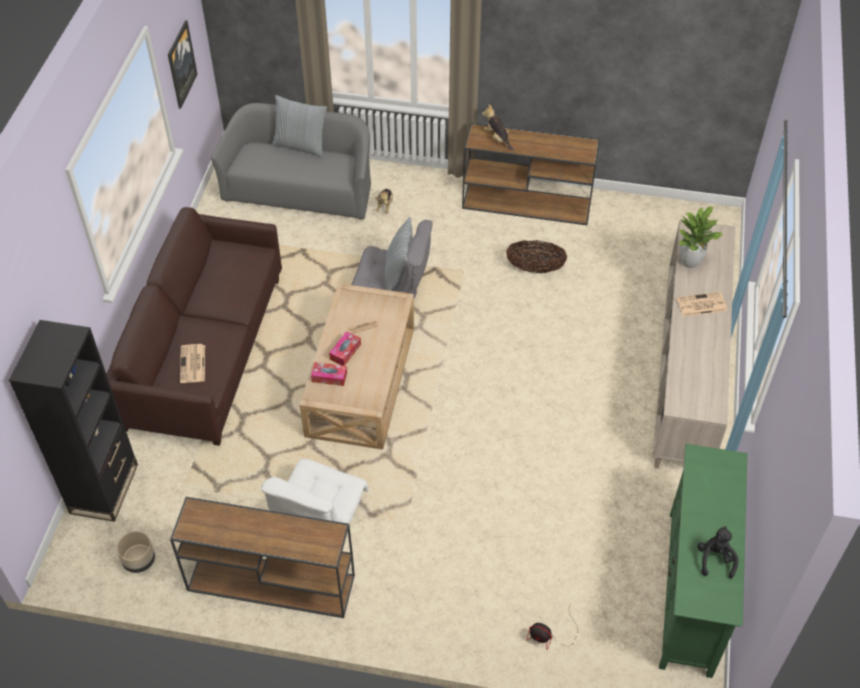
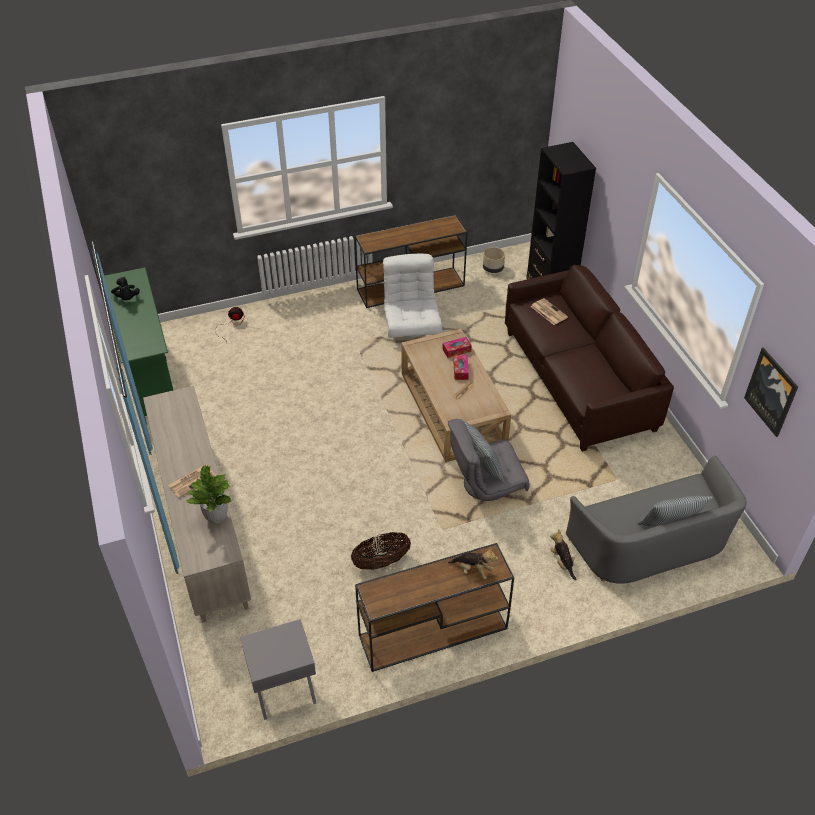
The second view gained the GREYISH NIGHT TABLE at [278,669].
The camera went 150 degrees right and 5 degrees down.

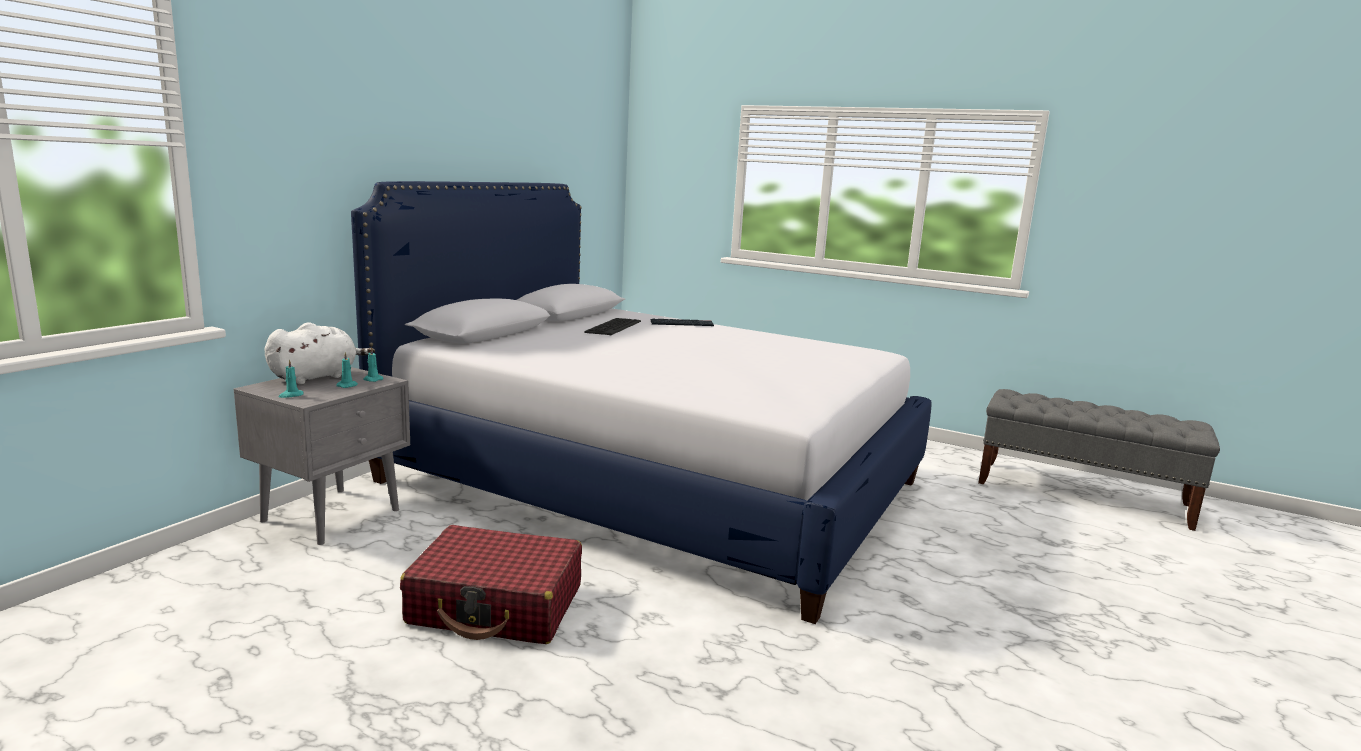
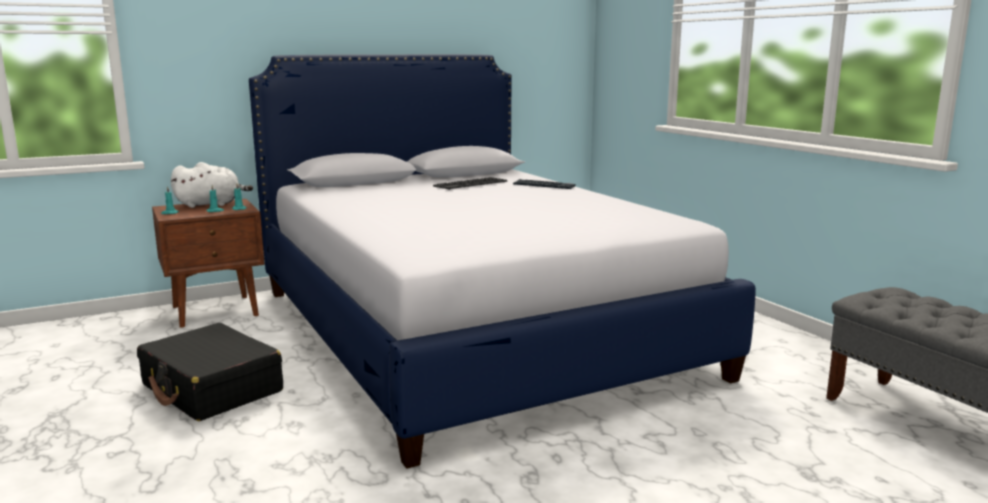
What was the GREYISH NIGHT TABLE at [322,456] turned into the BROWN-COLOURED NIGHT TABLE at [208,263].
What was the REDDISH TRAVEL CASE at [491,584] turned into the BLACK TRAVEL CASE at [210,372].
The camera went 35 degrees right and 0 degrees up.

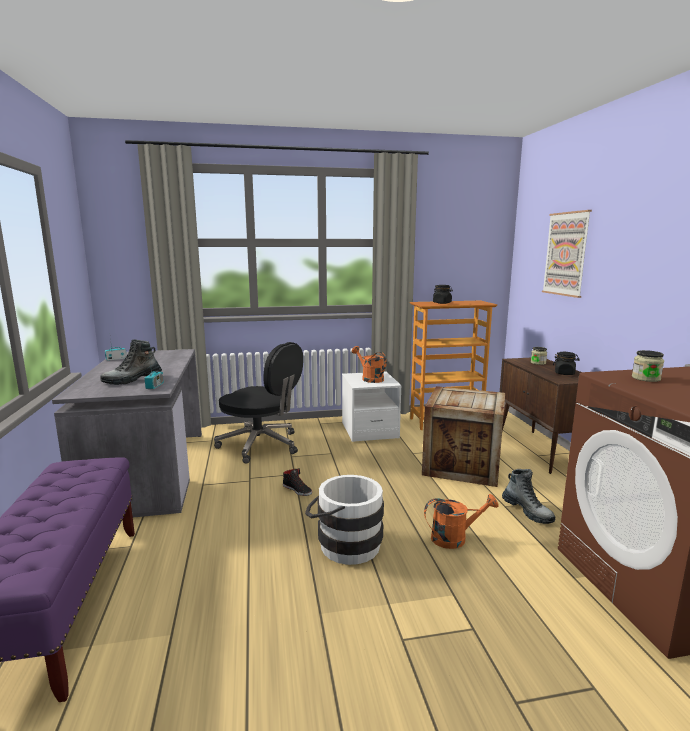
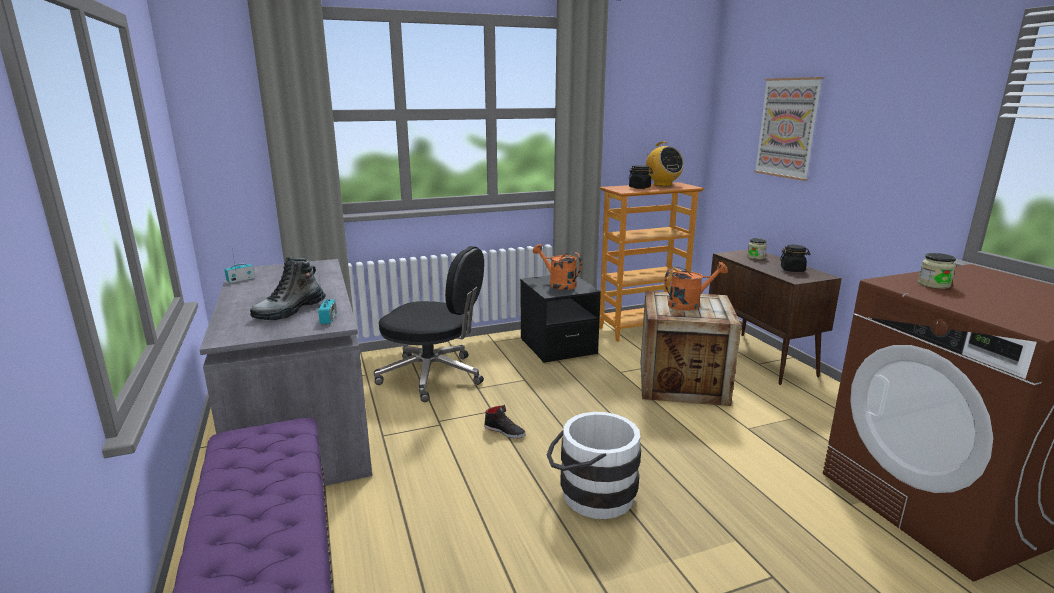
The second view lost the TALL BOOT at [528,496].
The second view gained the RADIO SET at [664,164].
The ORANGE WATERING CAN ended up elsewhere, having gone from [461,521] to [696,286].
What was the WHITE NIGHT TABLE at [372,406] turned into the BLACK NIGHT TABLE at [560,319].
The camera went 10 degrees left and 5 degrees up.

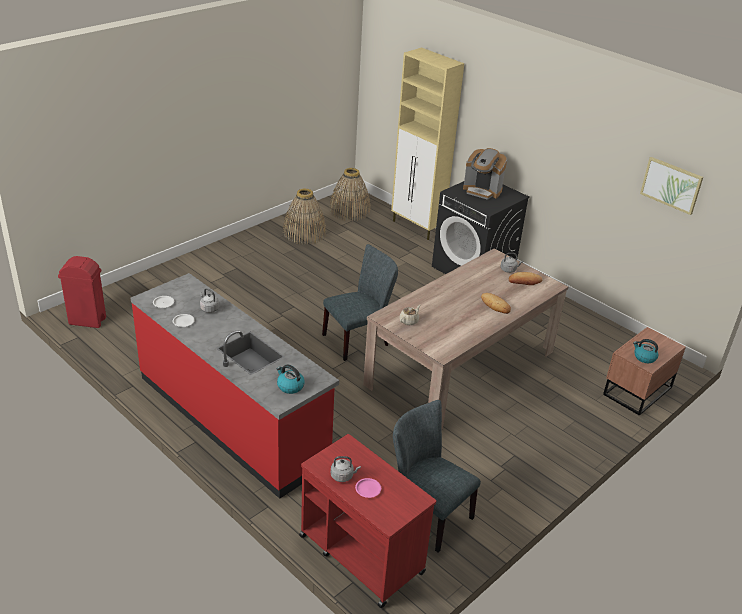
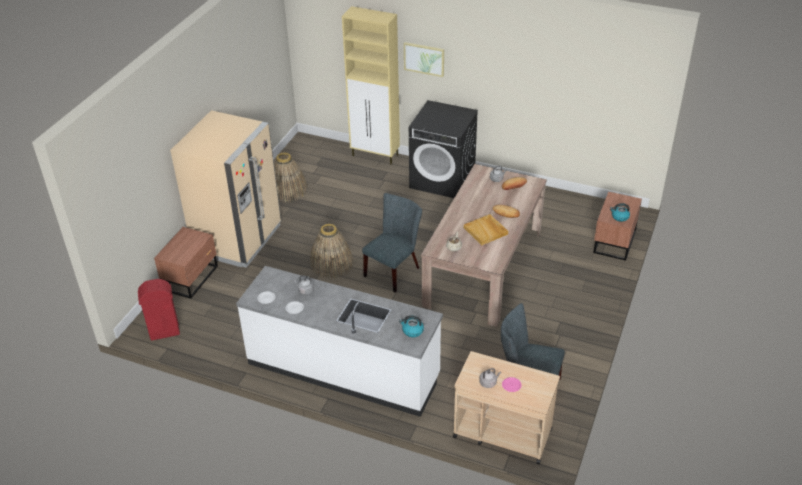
The second view lost the COFFEE MAKER at [485,174].
The second view gained the BROWN-COLOURED NIGHT TABLE at [186,262].
The second view gained the SAND-COLOURED FRIDGE at [225,189].
The second view gained the SAND-COLOURED CARRYING TRAY at [486,229].
The HOUSEHOLD BASKET ended up elsewhere, having gone from [350,194] to [331,251].
The WALL ART ended up elsewhere, having gone from [671,186] to [424,59].
What was the REDDISH KITCHEN COUNTER at [235,386] turned into the WHITE KITCHEN COUNTER at [339,341].
What was the REDDISH WHEELED CART at [367,521] turned into the SAND-COLOURED WHEELED CART at [506,407].
The camera went 20 degrees left and 5 degrees up.

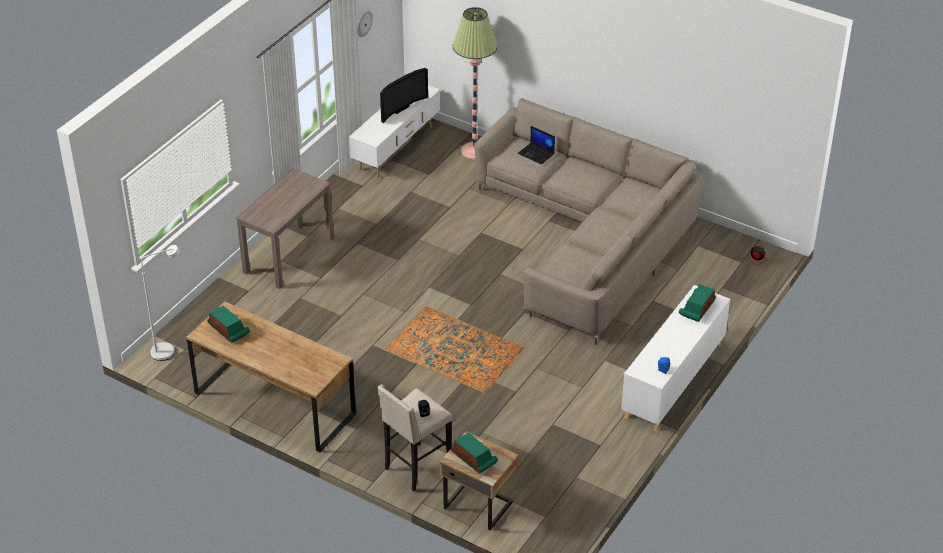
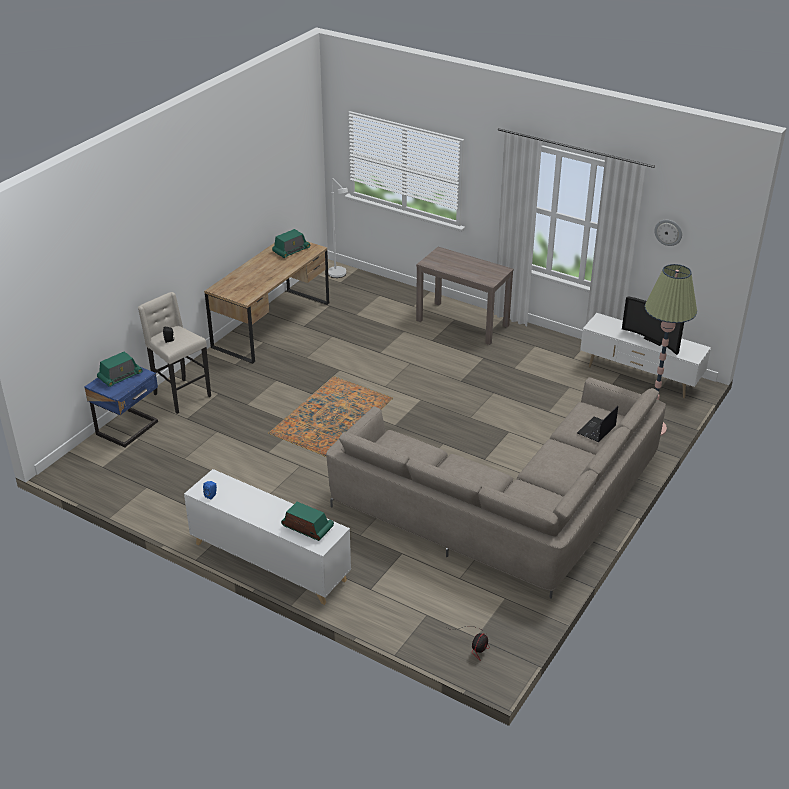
What was the SAND-COLOURED NIGHT TABLE at [479,480] turned into the BLUE-COLOURED NIGHT TABLE at [121,407].
The camera went 90 degrees right and 5 degrees down.

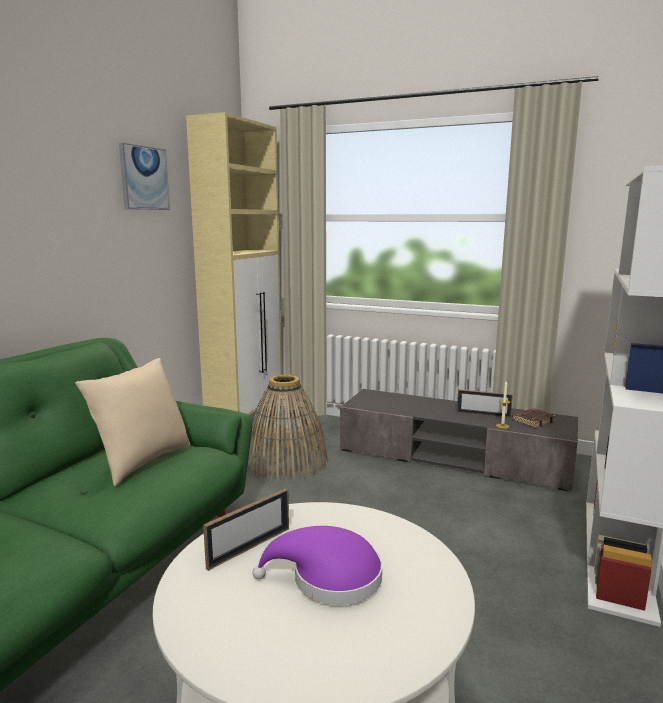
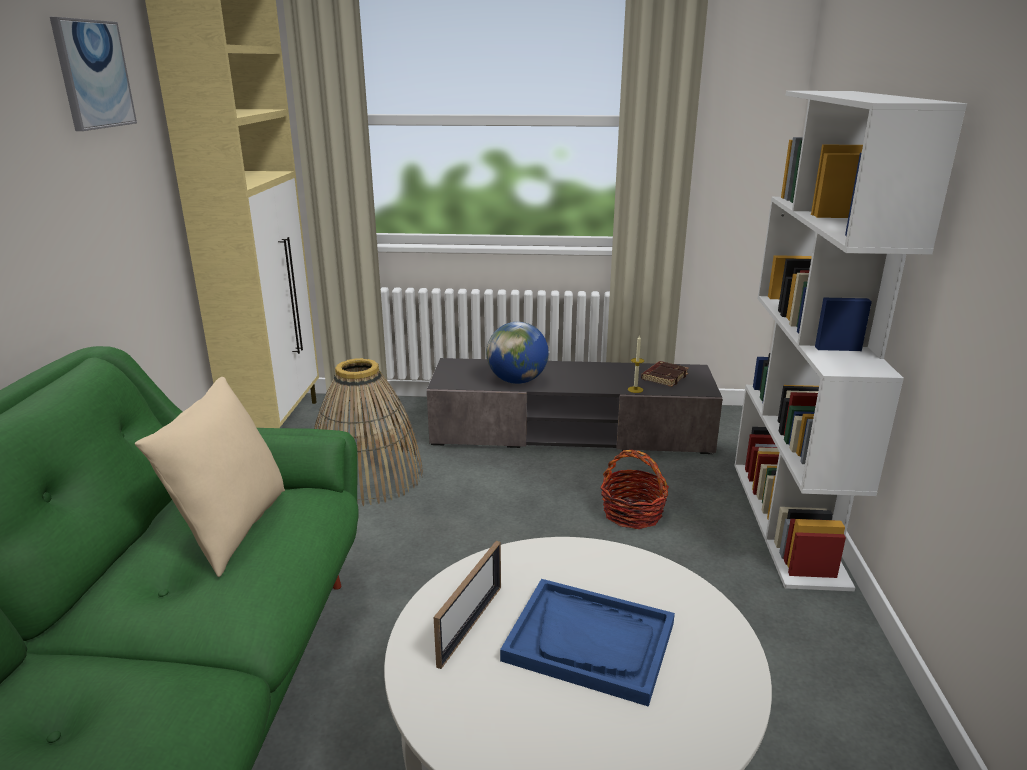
The second view lost the STANDING FRAME at [485,403].
The second view gained the GLOBE at [517,353].
The second view gained the HOUSEHOLD BASKET at [635,489].
Where the PURPLE WEARABLE HAT stood at [317,565], the BLUE-COLOURED CARRYING TRAY came to stand at [587,643].
The camera went 20 degrees left and 10 degrees up.

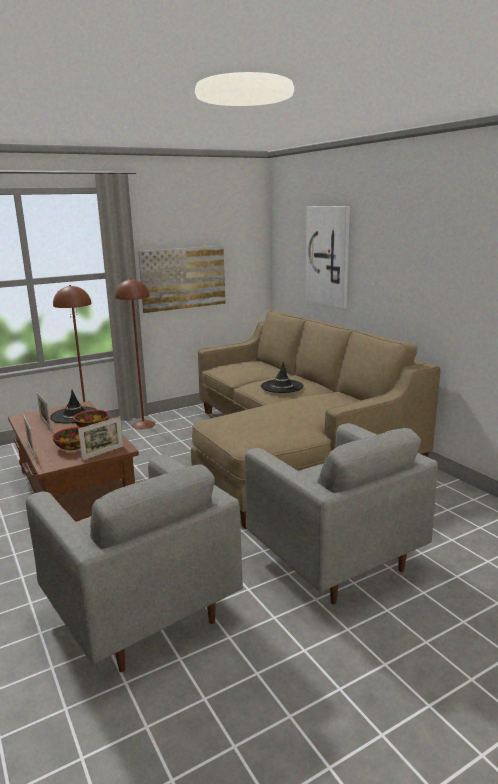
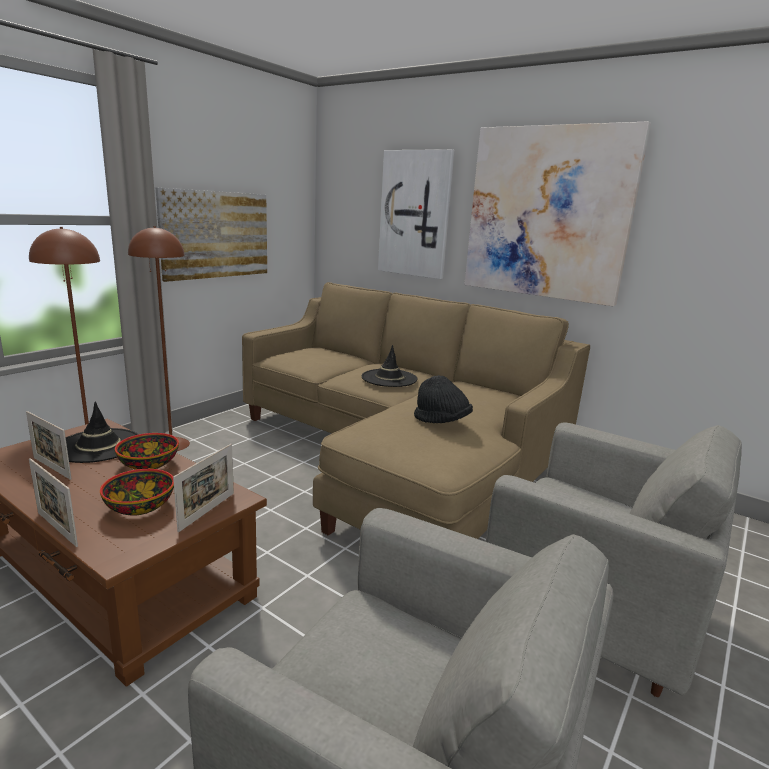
The second view gained the BLACK WEARABLE HAT at [443,399].
The second view gained the WALL ART at [557,213].
The camera went 25 degrees left and 0 degrees up.

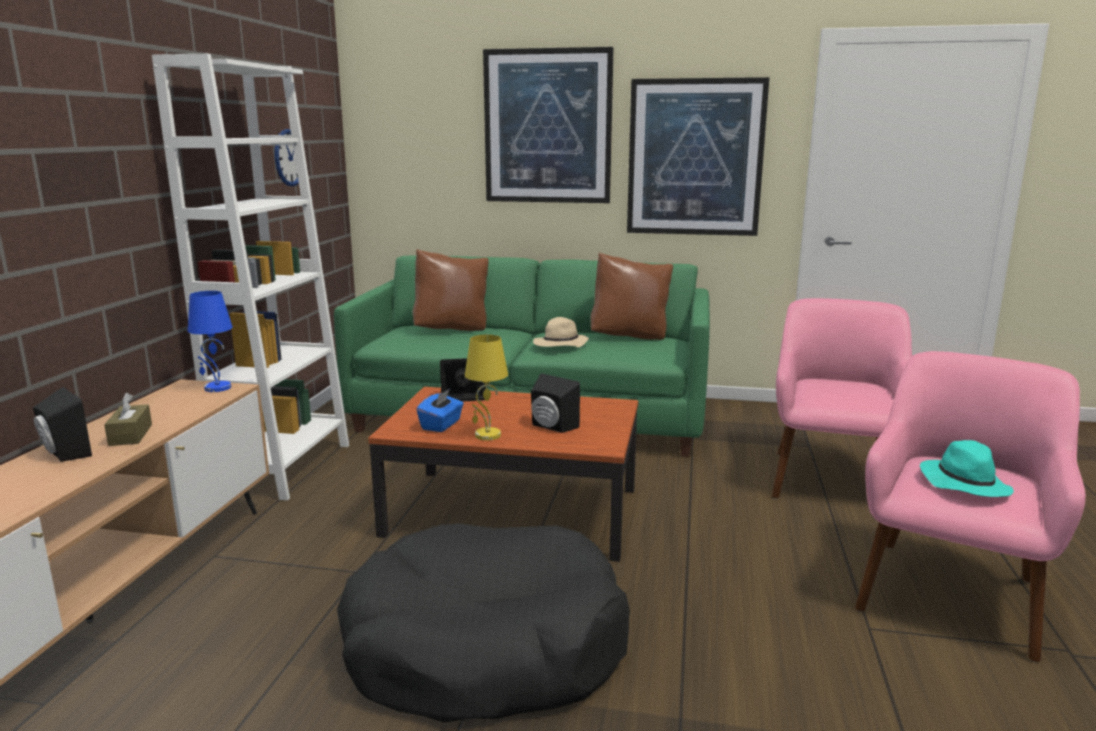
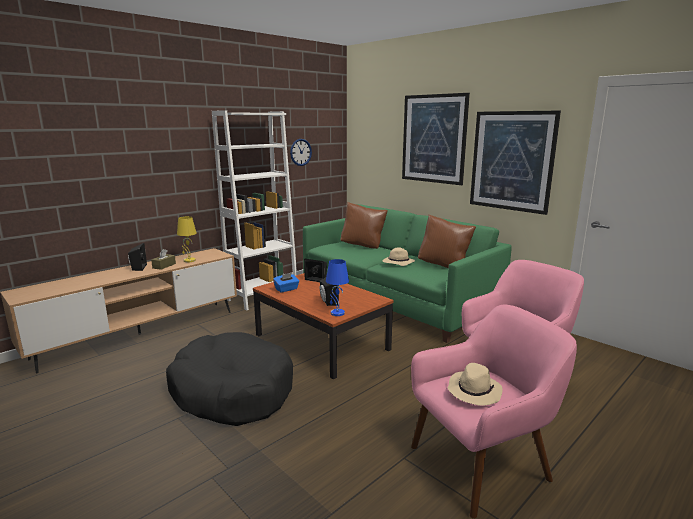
The BLUE-COLOURED TABLETOP LAMP ended up elsewhere, having gone from [210,341] to [337,287].
The YELLOWISH TABLETOP LAMP ended up elsewhere, having gone from [486,387] to [187,239].
What was the TURQUOISE-COLOURED WEARABLE HAT at [967,468] turned into the SAND-COLOURED WEARABLE HAT at [475,384].
The camera went 35 degrees right and 0 degrees up.

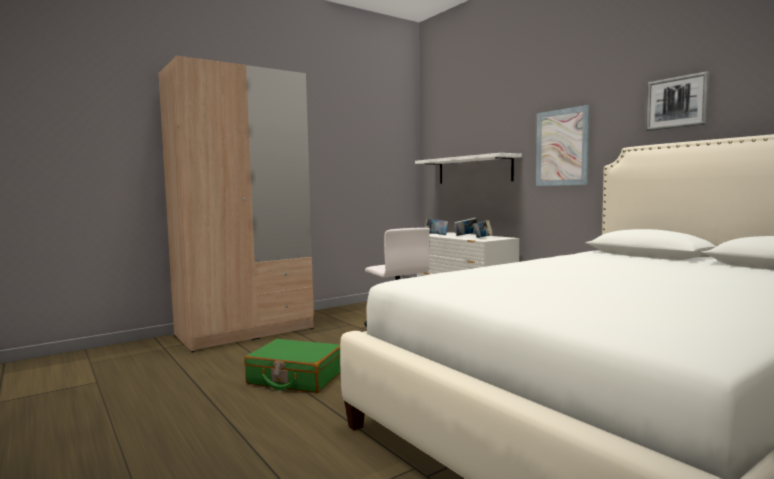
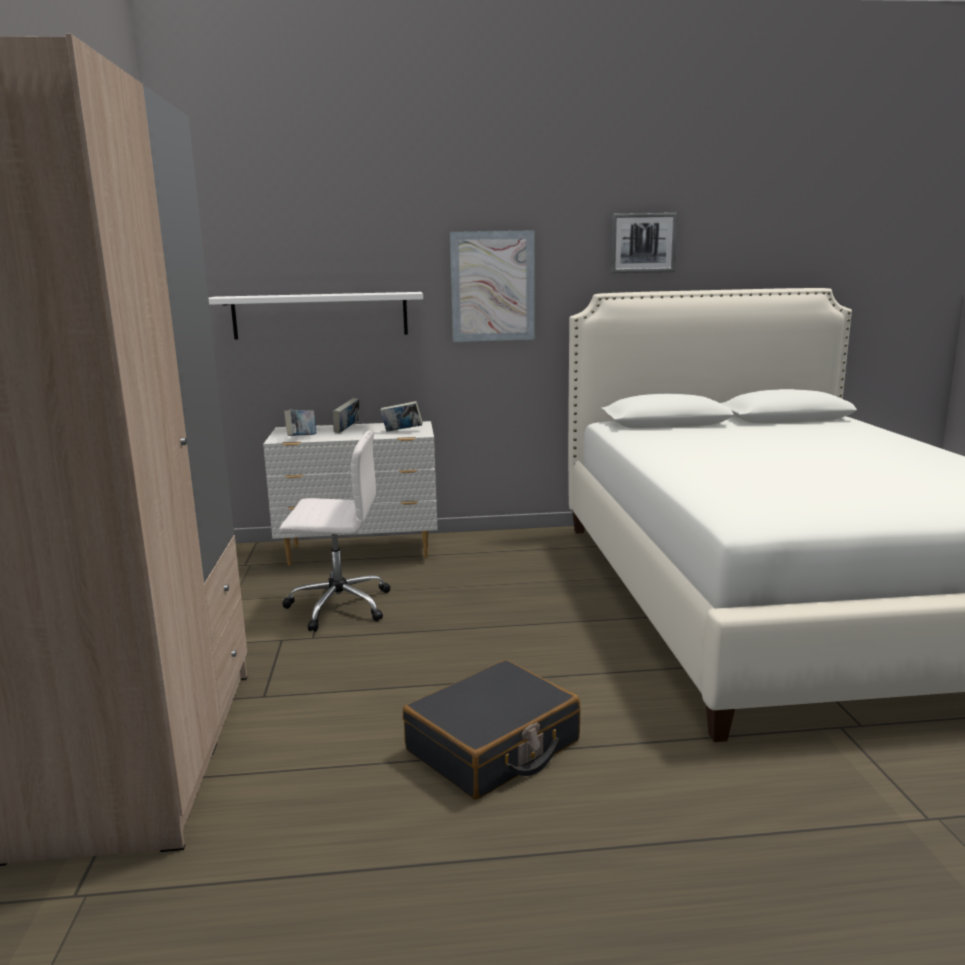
What was the GREENISH TRAVEL CASE at [292,366] turned into the BLACK TRAVEL CASE at [491,730].
The camera went 60 degrees left and 10 degrees up.

